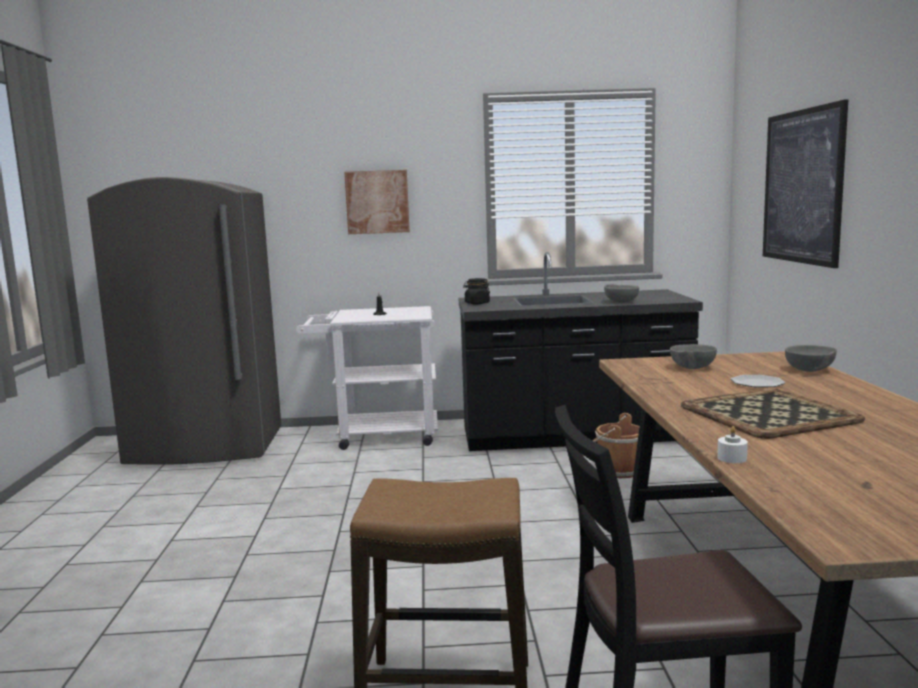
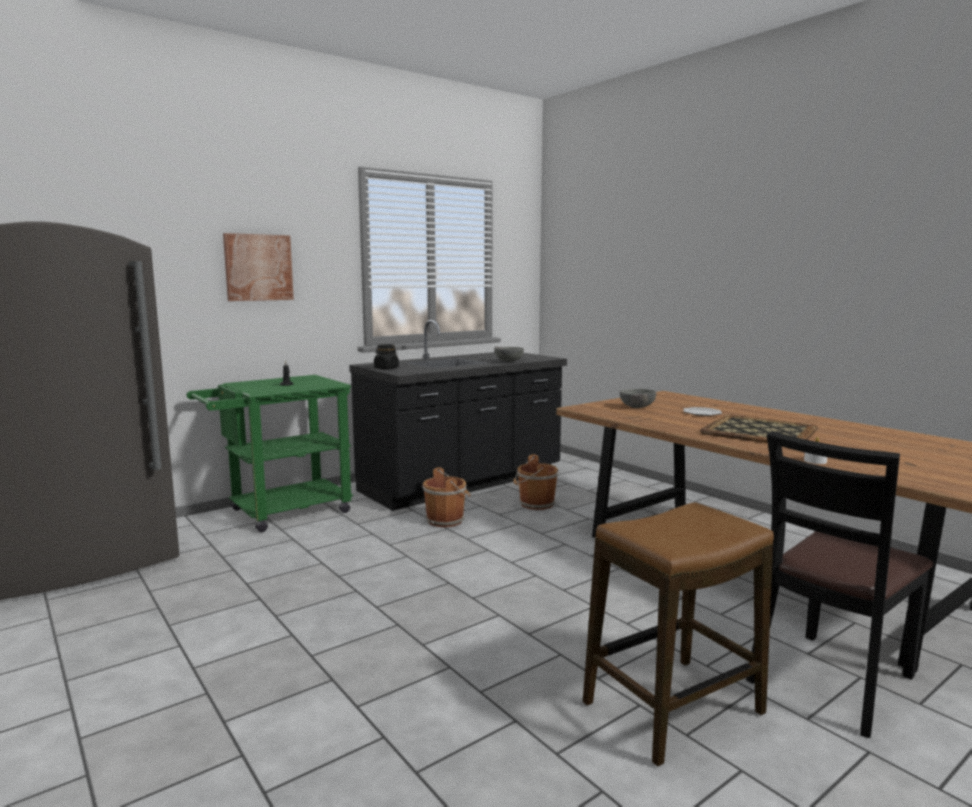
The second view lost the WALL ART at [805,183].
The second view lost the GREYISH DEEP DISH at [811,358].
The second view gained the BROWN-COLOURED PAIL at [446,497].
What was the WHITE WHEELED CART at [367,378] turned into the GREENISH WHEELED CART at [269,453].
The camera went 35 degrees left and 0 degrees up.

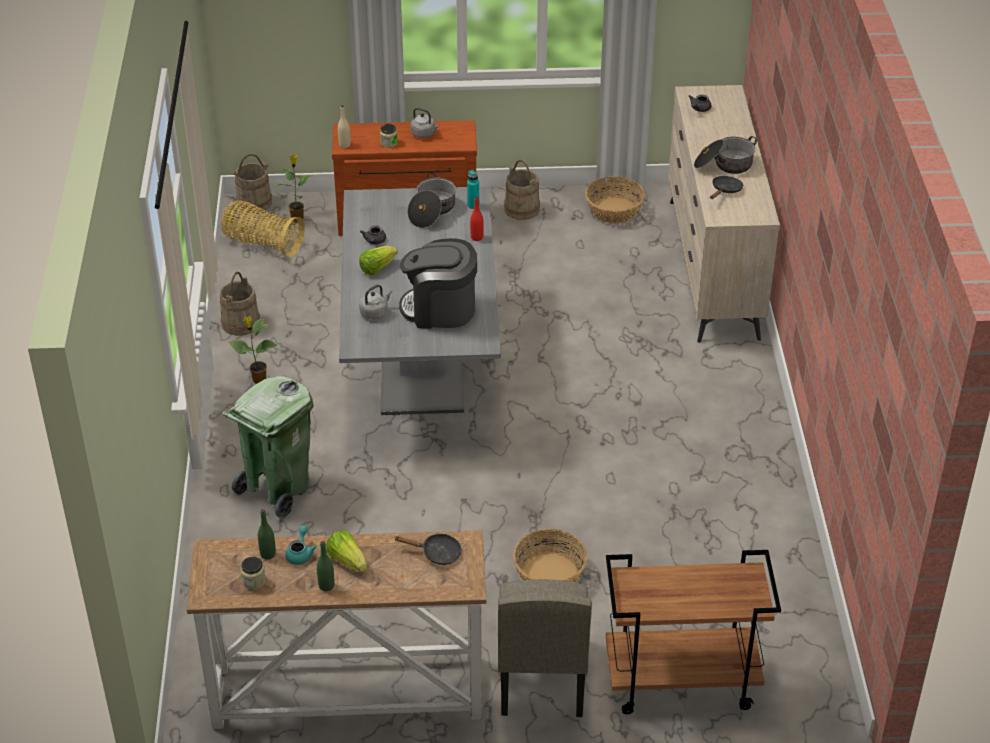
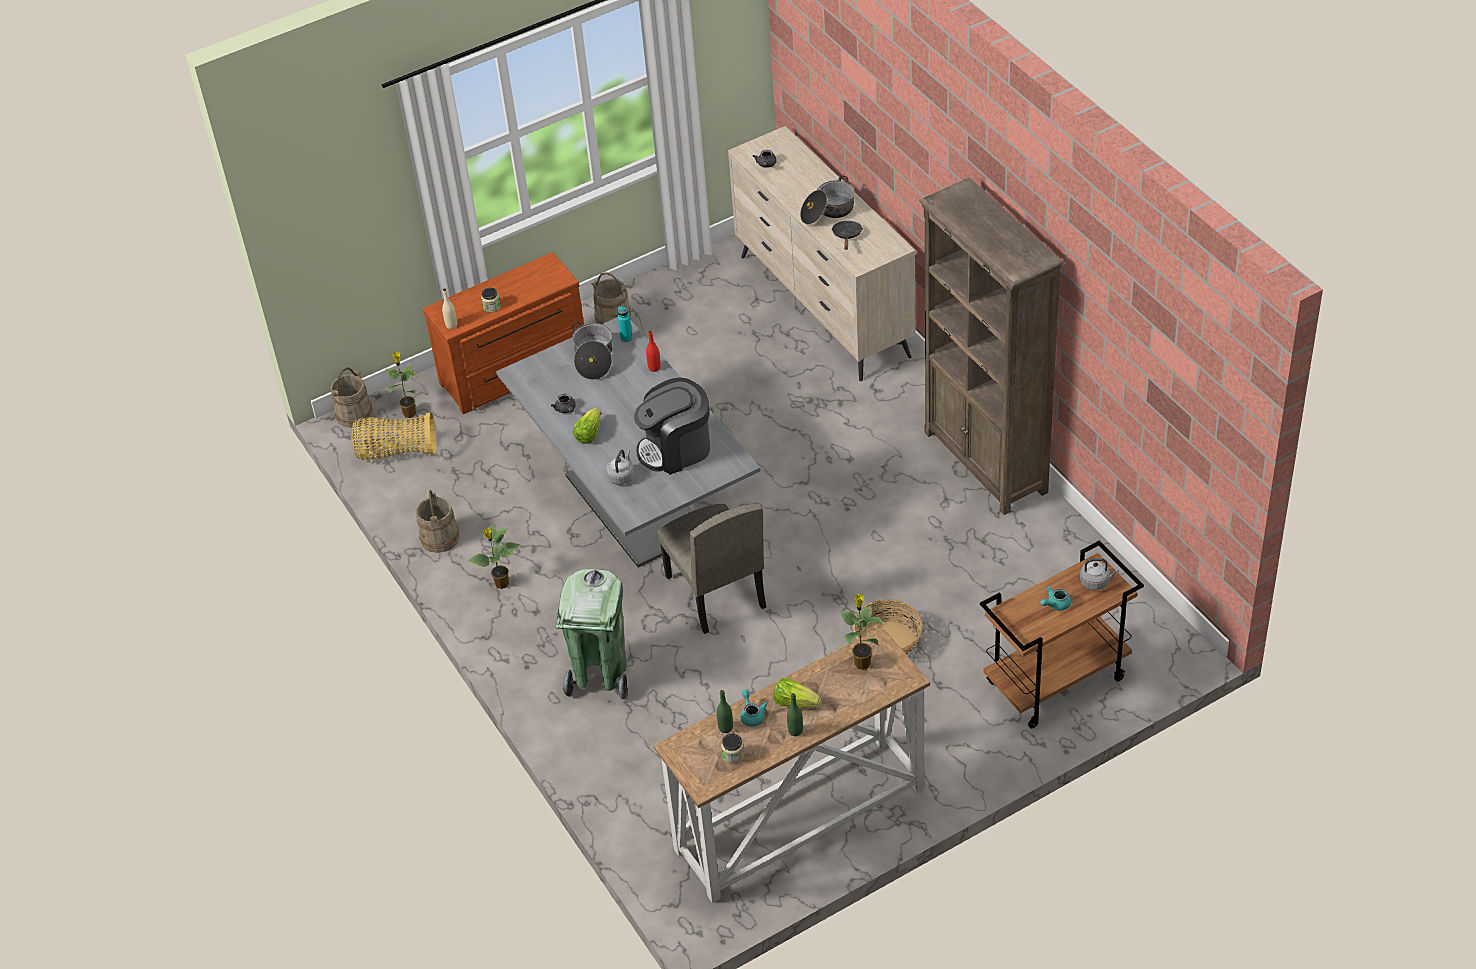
The second view lost the HOUSEHOLD BASKET at [615,200].
The second view gained the BROWN-COLOURED SHELVING UNIT at [991,346].
The second view gained the TURQUOISE-COLOURED POT FOR TEA at [1055,598].
The GREYISH TEA KETTLE ended up elsewhere, having gone from [425,123] to [1099,574].
The SAND-COLOURED PLAIN CHAIR ended up elsewhere, having gone from [545,648] to [711,568].
Where the BLACK SKILLET stood at [428,549], the PLANT IN A POT came to stand at [862,632].
The camera went 25 degrees left and 5 degrees up.

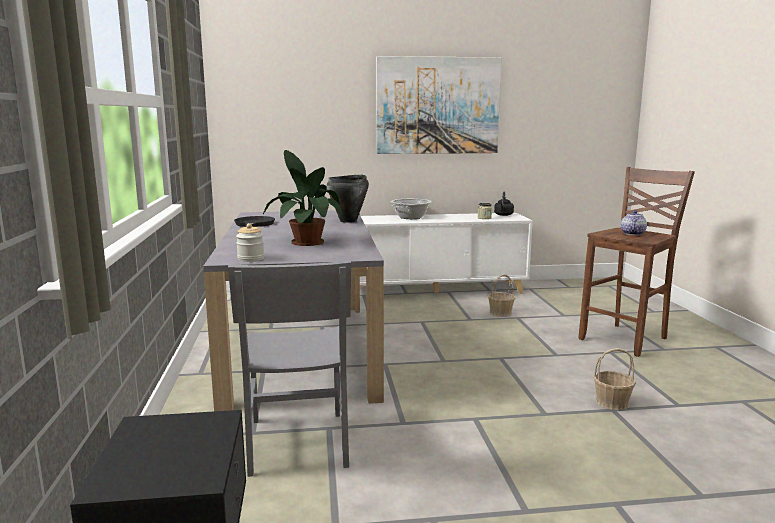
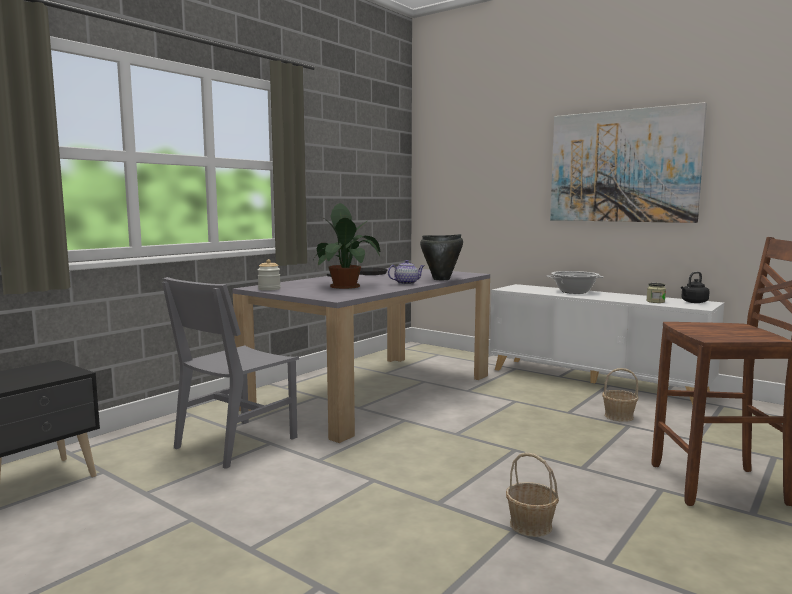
The POT FOR TEA ended up elsewhere, having gone from [634,222] to [406,272].
The camera went 45 degrees right and 5 degrees down.

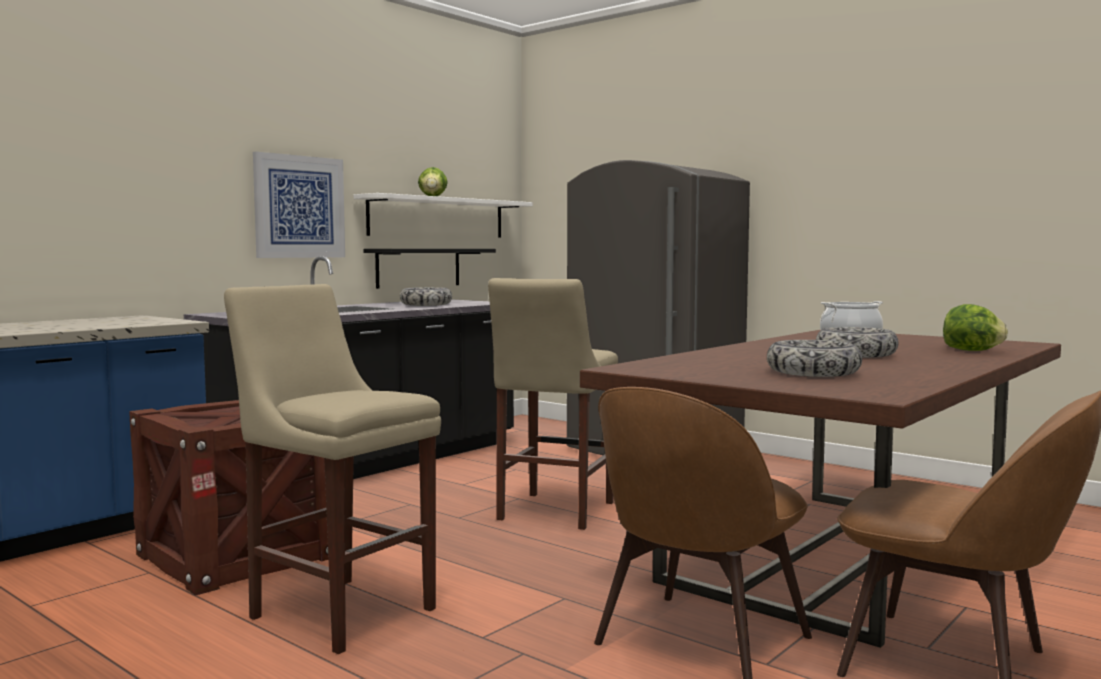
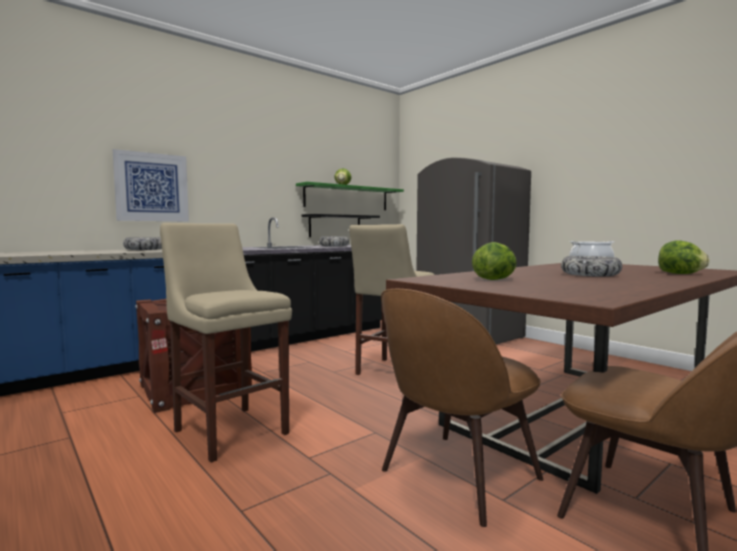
The second view gained the LETTUCE at [494,261].
The WALL ART ended up elsewhere, having gone from [299,204] to [151,185].
The DEEP DISH ended up elsewhere, having gone from [814,358] to [142,243].
What was the WHITE SHELF at [443,215] turned into the GREENISH SHELF at [350,196].
The camera went 10 degrees right and 0 degrees up.

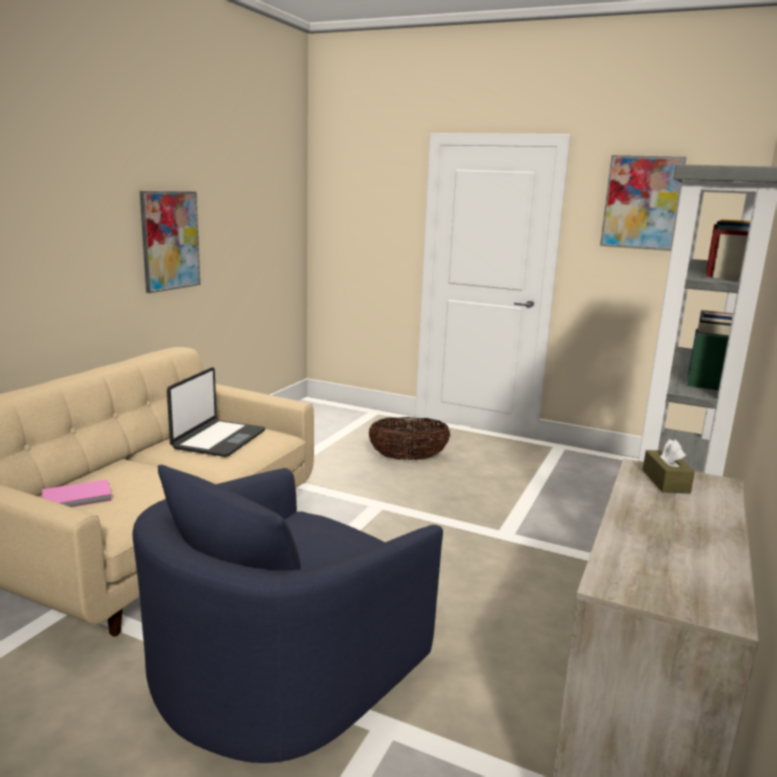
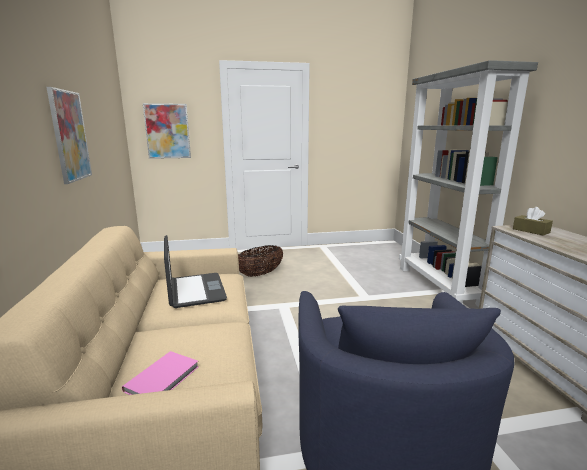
The WALL ART ended up elsewhere, having gone from [643,203] to [167,131].
The camera went 35 degrees left and 0 degrees up.

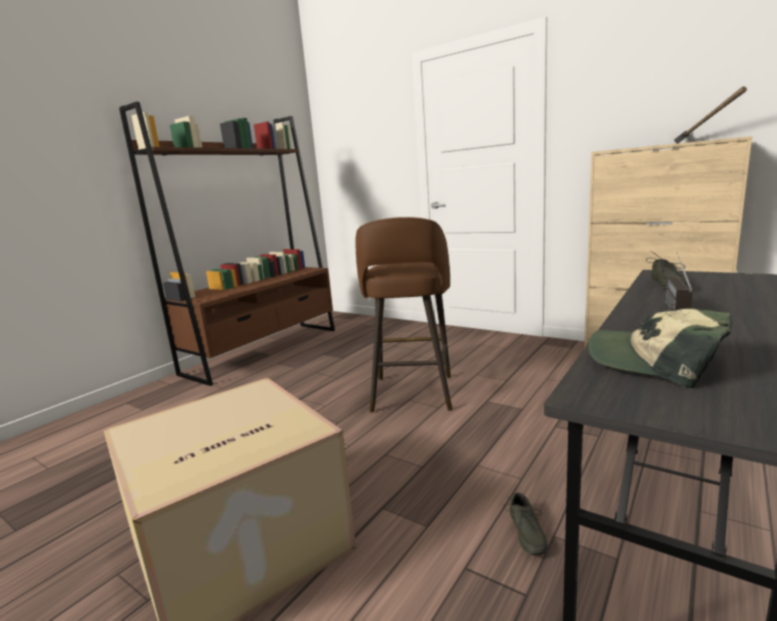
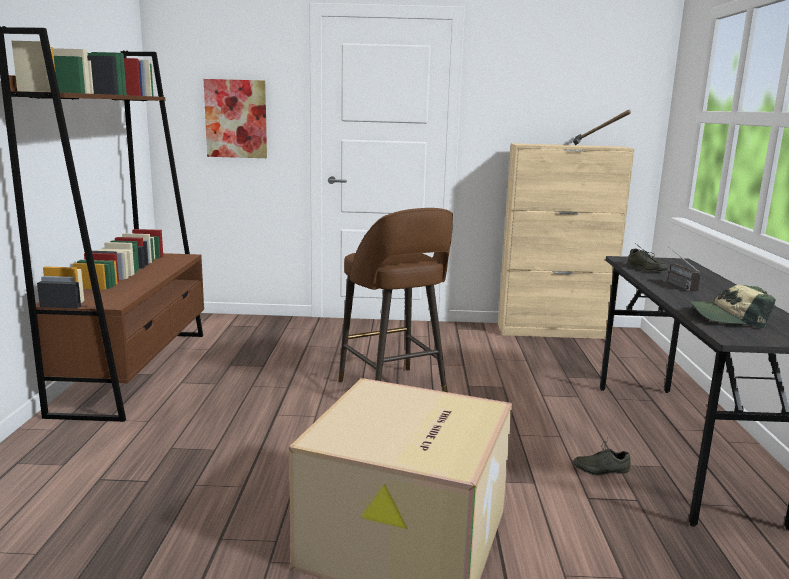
The second view gained the WALL ART at [235,118].
The GREYISH ITEM OF FOOTWEAR at [525,523] ended up facing another way, 120 degrees clockwise from before.
The camera went 35 degrees left and 0 degrees up.

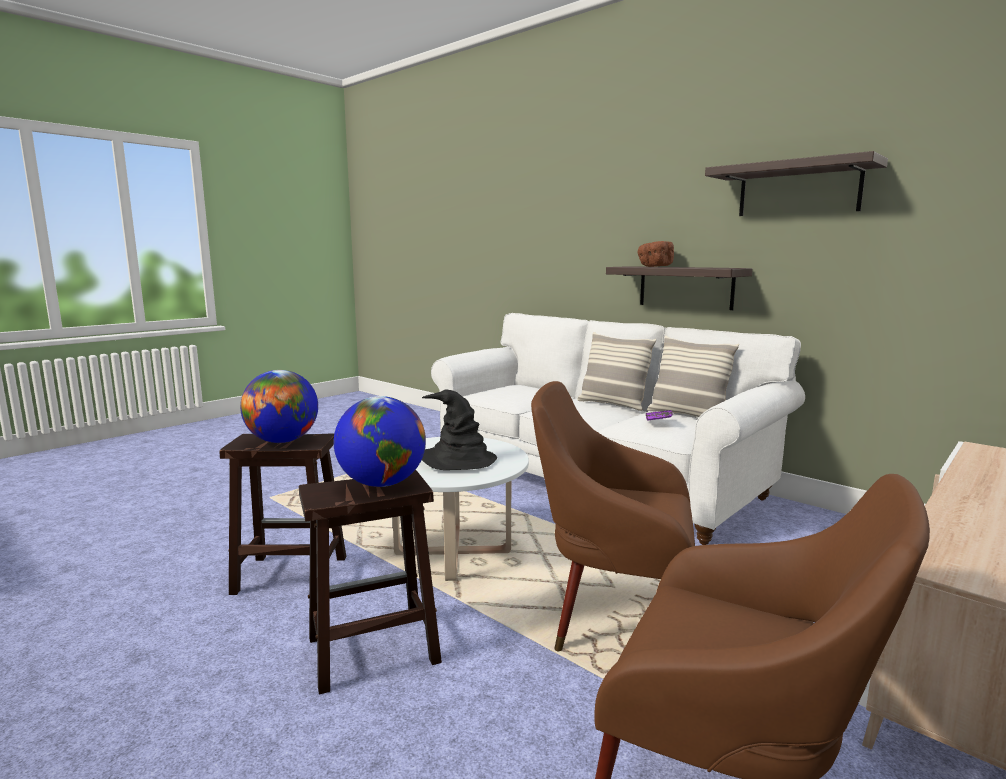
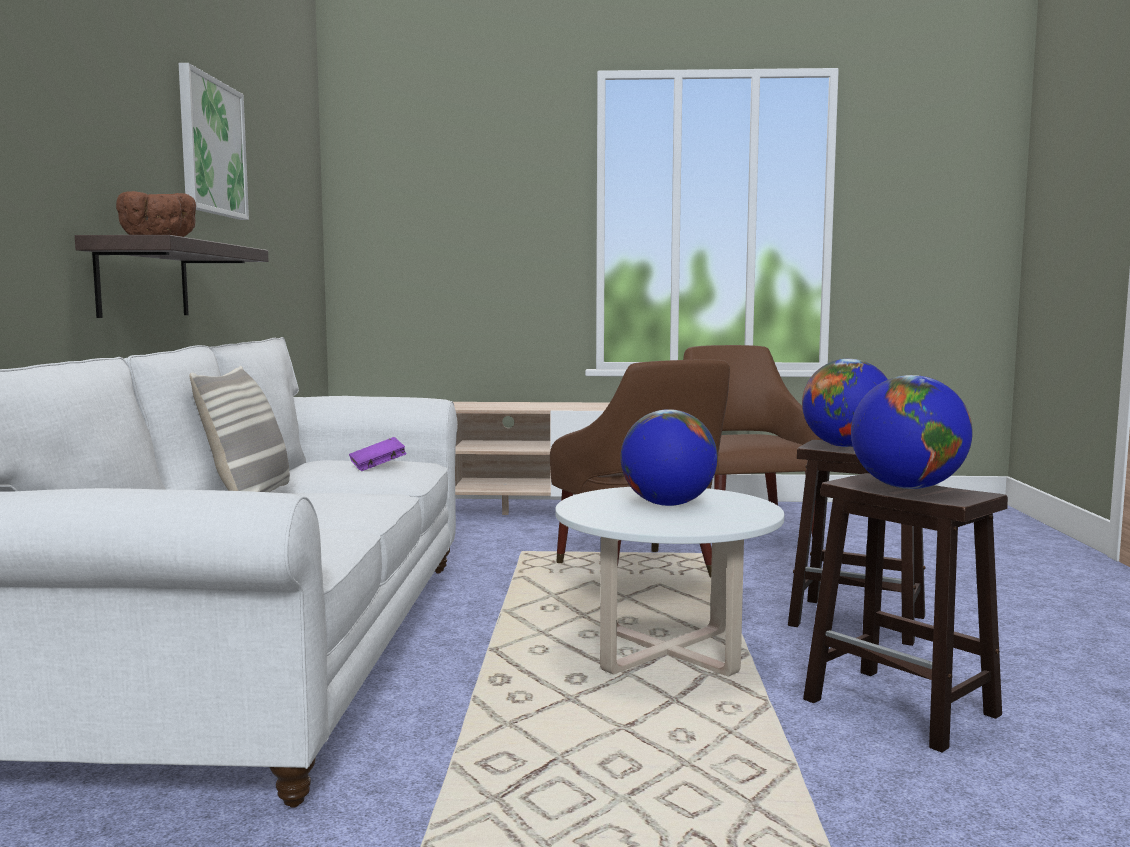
The second view lost the PILLOW at [693,376].
Where the BLACK WEARABLE HAT stood at [459,429], the GLOBE came to stand at [669,457].
Where the SHELF hung at [796,183], the WALL ART came to hang at [214,141].
The camera went 130 degrees left and 5 degrees down.

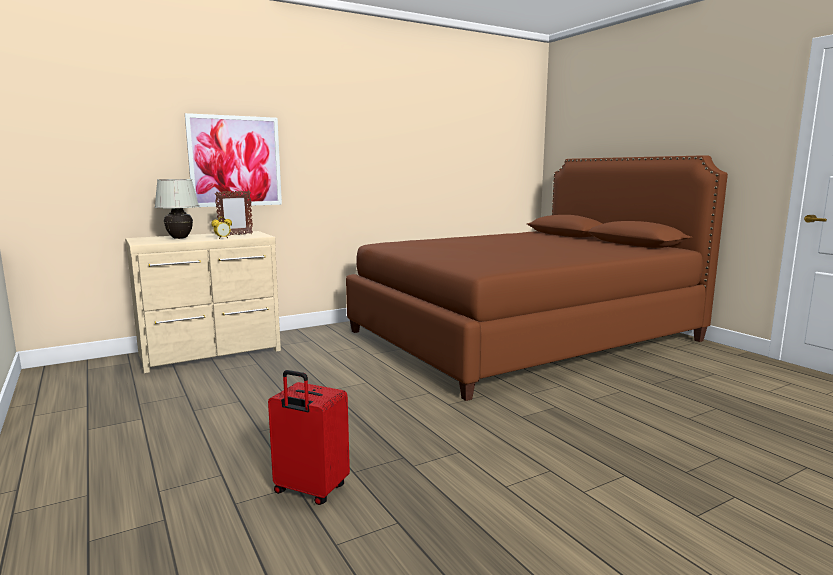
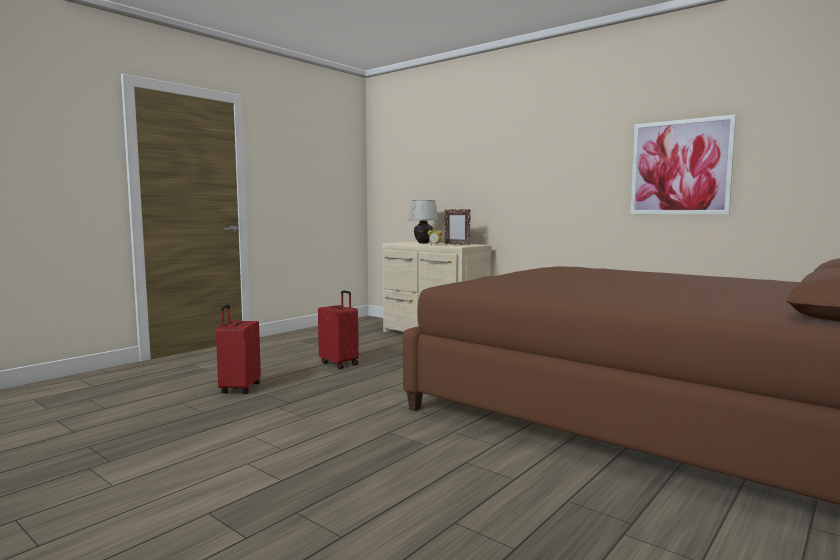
The second view gained the REDDISH TRAVEL CASE at [338,329].
The WALL ART ended up elsewhere, having gone from [233,160] to [683,164].
The camera went 70 degrees right and 5 degrees down.

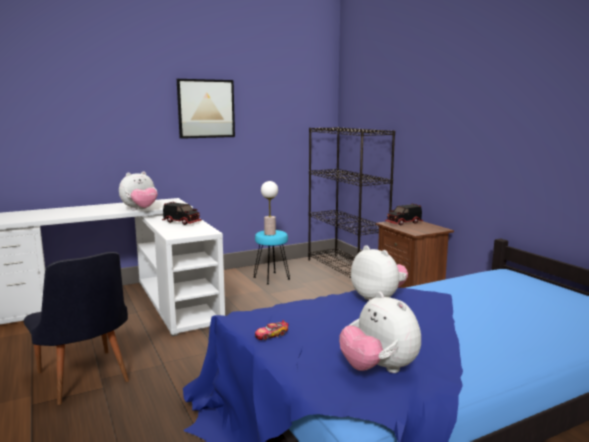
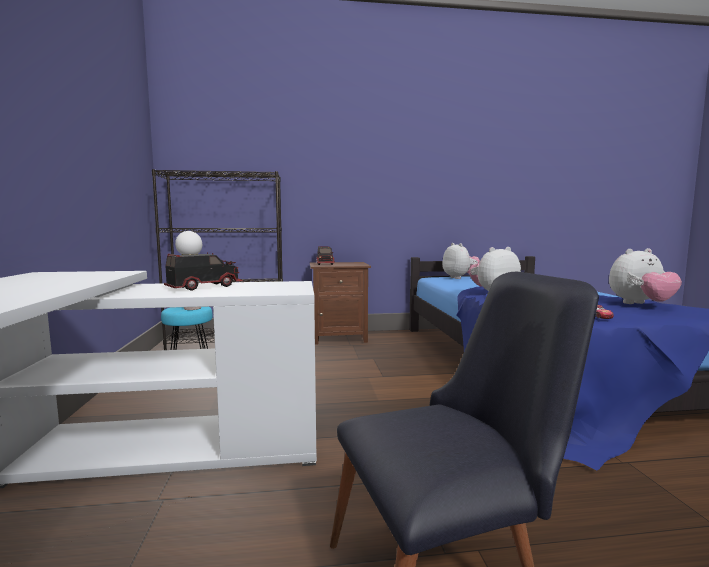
The second view lost the WALL ART at [206,109].
The CUDDLY TOY ended up elsewhere, having gone from [138,190] to [461,261].
The camera went 70 degrees left and 5 degrees down.

